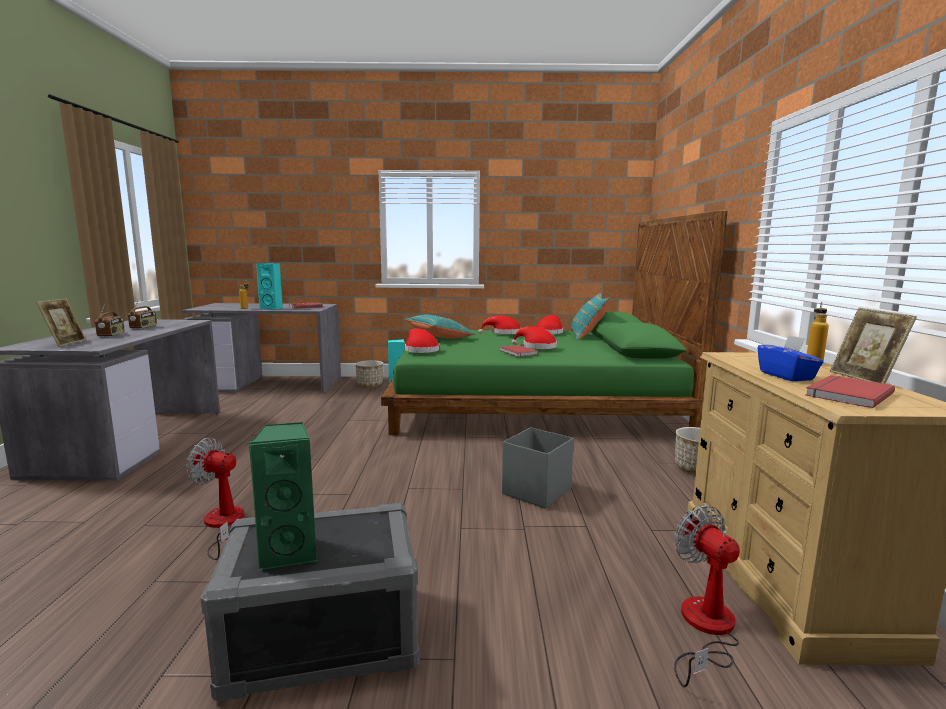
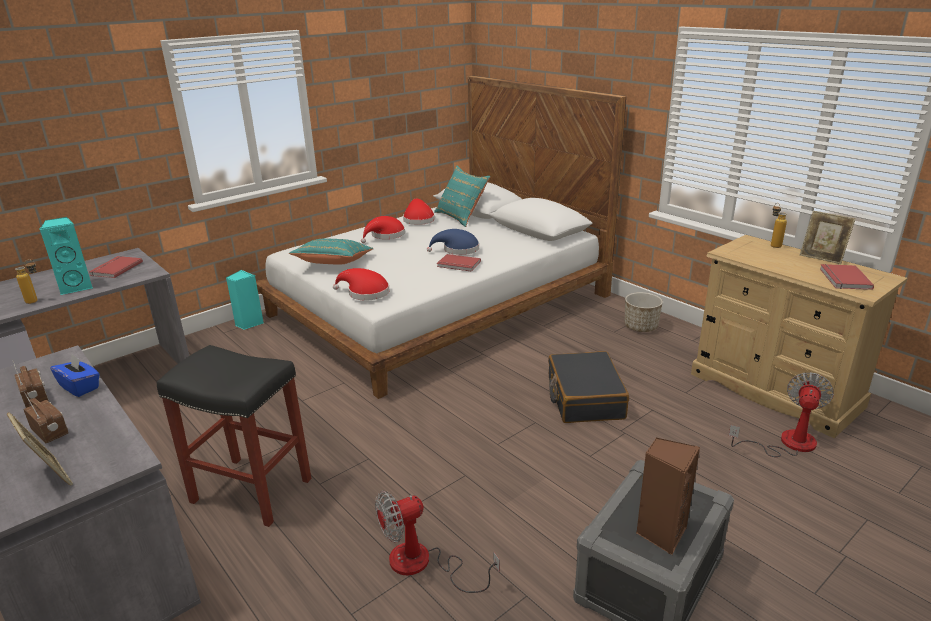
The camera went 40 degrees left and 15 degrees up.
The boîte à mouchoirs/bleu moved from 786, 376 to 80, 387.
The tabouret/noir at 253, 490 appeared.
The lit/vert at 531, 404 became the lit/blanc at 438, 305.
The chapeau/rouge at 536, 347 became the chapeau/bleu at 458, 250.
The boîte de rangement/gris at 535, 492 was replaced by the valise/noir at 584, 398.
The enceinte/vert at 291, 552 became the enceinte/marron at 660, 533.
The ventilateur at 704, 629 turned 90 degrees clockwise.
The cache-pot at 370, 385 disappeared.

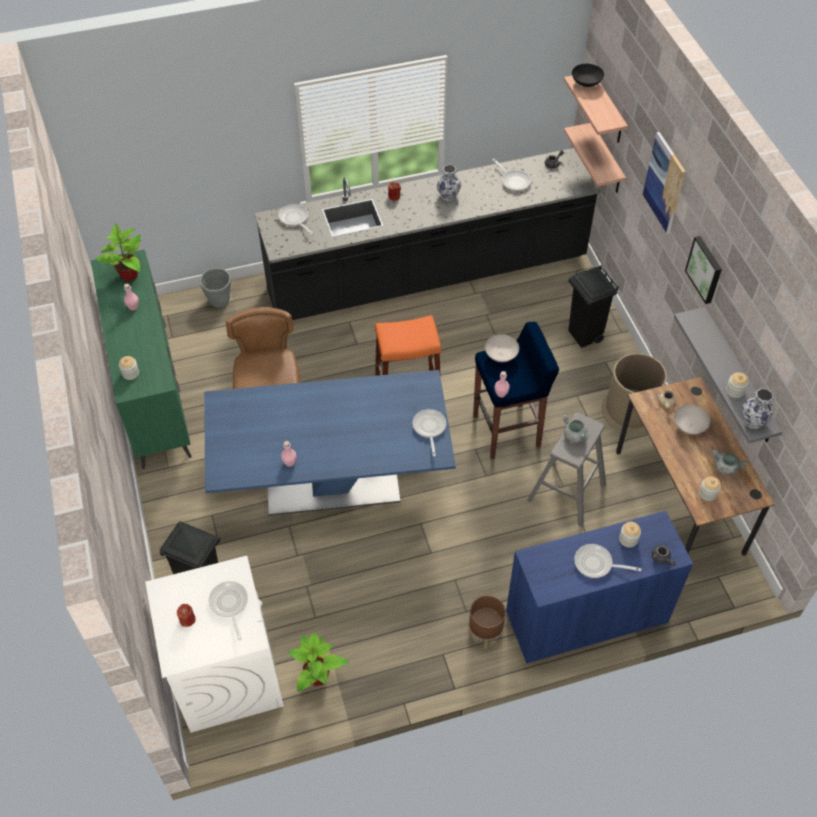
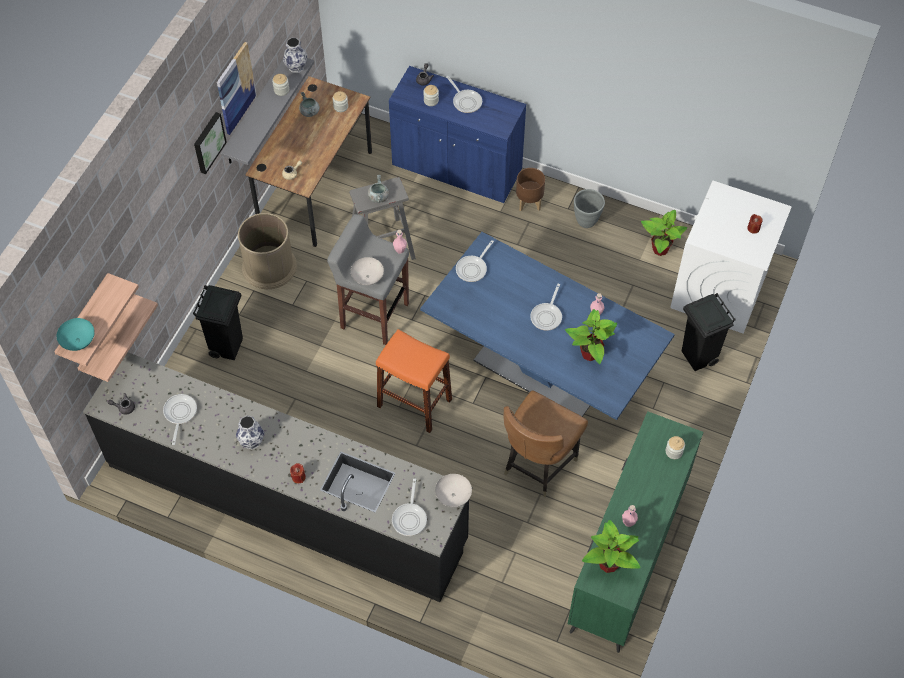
The camera went 140 degrees left and 5 degrees up.
The bol/noir at 586, 83 became the bol/turquoise at 78, 341.
The tableau moved from 664, 183 to 235, 88.
The tabouret/bleu at 507, 431 became the tabouret/gris at 373, 315.
The bol/blanc moved from 689, 426 to 453, 496.
The poêle moved from 229, 605 to 547, 316.
The plante en pot at 589, 353 appeared.
The cache-pot/gris moved from 219, 301 to 586, 221.

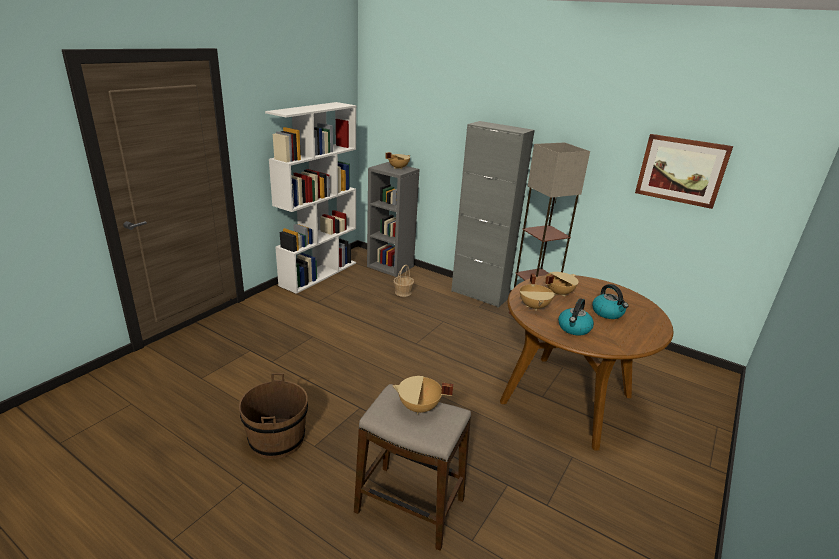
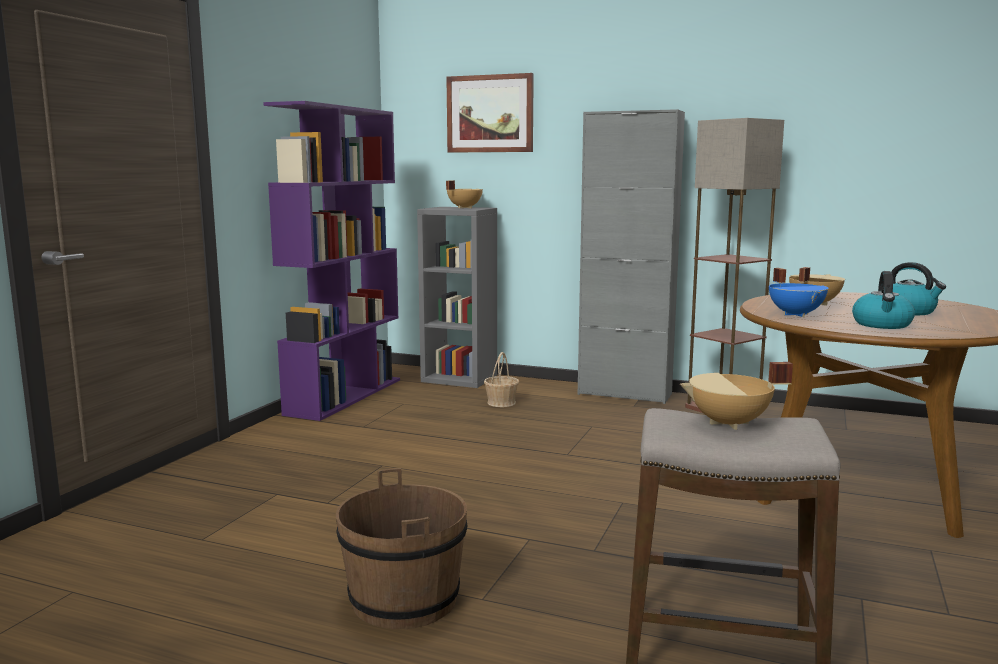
The camera went 10 degrees left and 15 degrees down.
The bibliothèque/blanc at 319, 273 became the bibliothèque/violet at 345, 396.
The tableau moved from 681, 170 to 490, 114.
The marmite/beige at 534, 306 became the marmite/bleu at 796, 314.

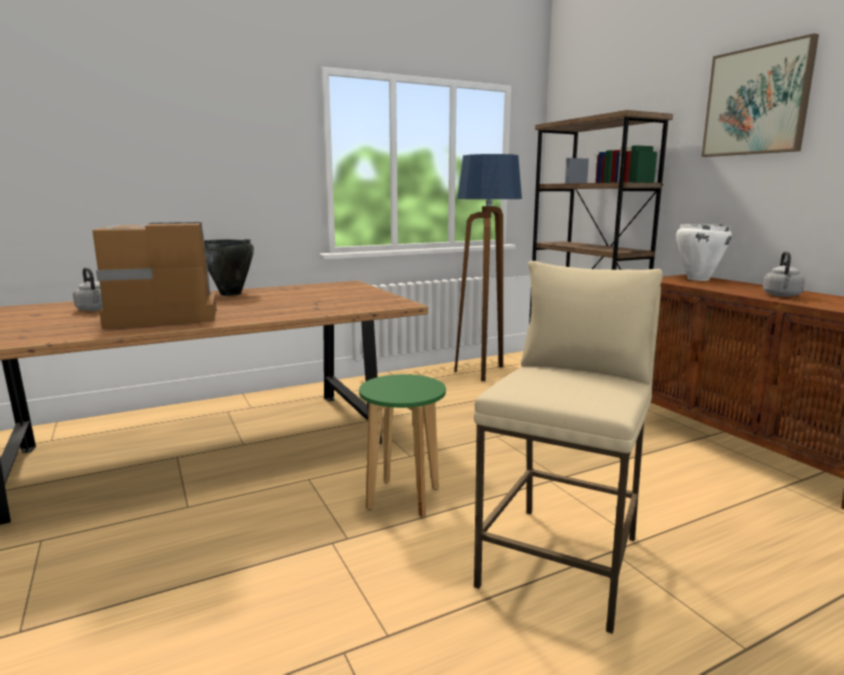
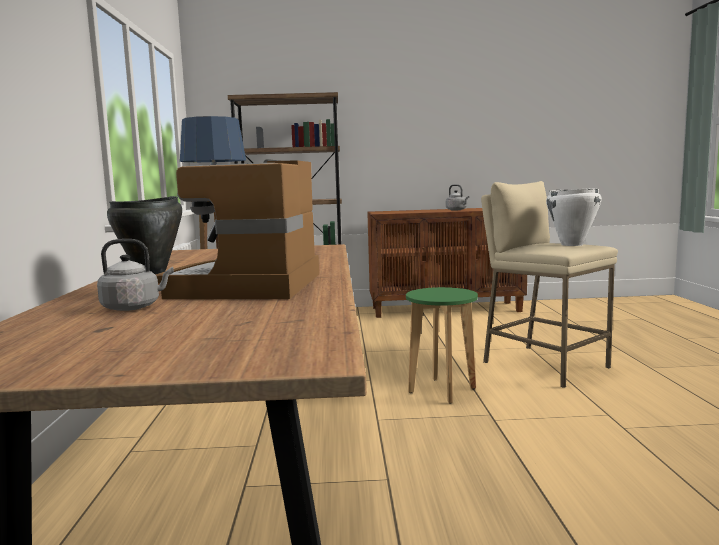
The camera went 65 degrees left and 5 degrees down.
The marmite/blanc moved from 697, 279 to 571, 244.
The tableau at 757, 101 disappeared.

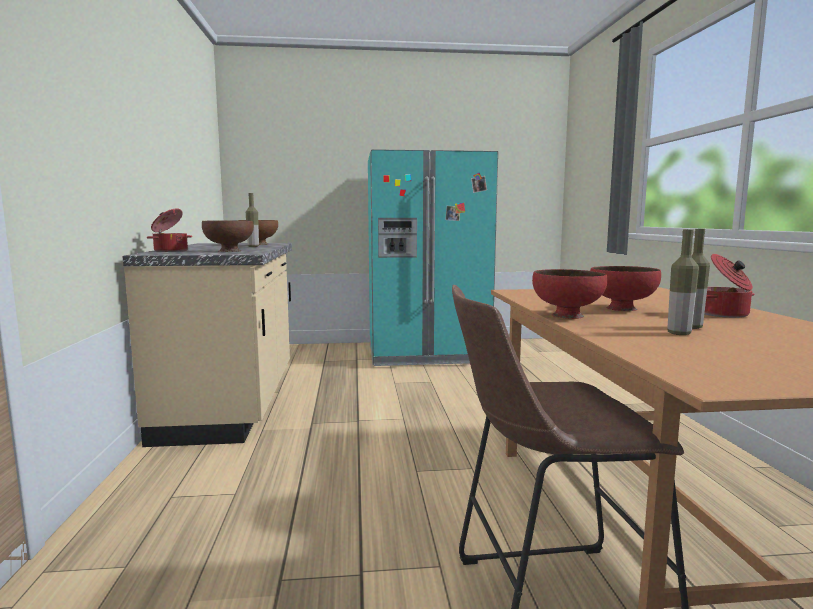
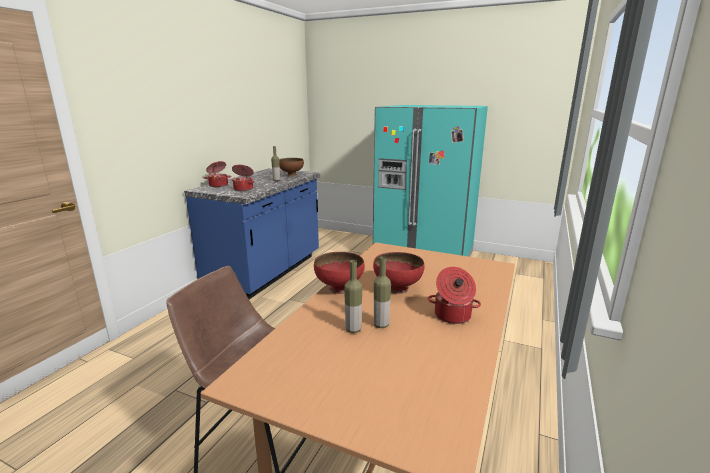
The camera went 30 degrees right and 10 degrees up.
The comptoir de cuisine/beige at 233, 403 became the comptoir de cuisine/bleu at 266, 273.
The bol/marron at 229, 251 was replaced by the marmite at 244, 189.

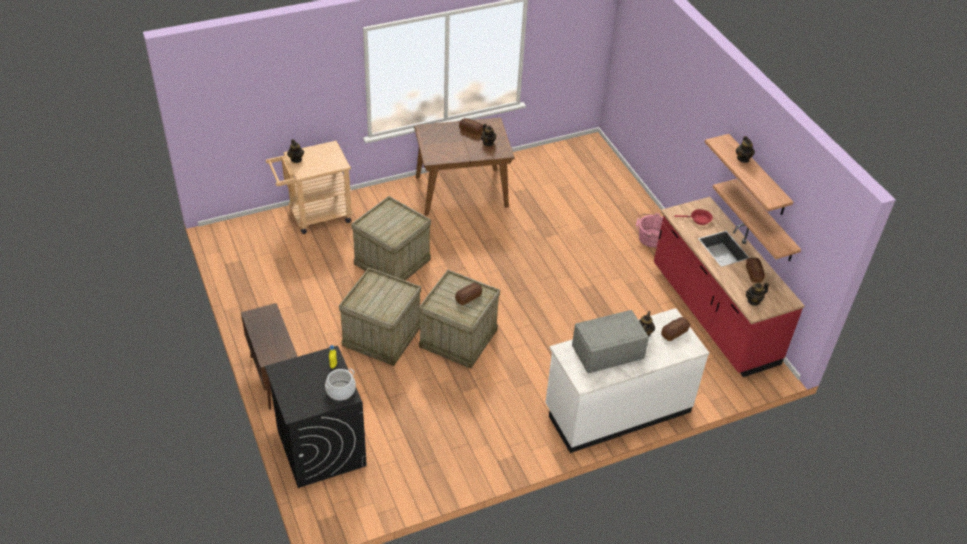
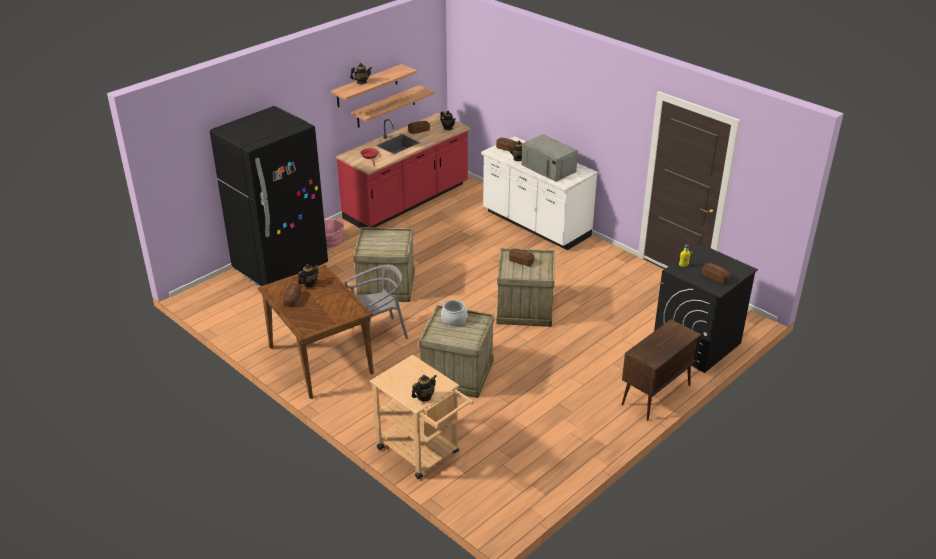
The camera went 110 degrees left and 10 degrees down.
The réfrigérateur/noir at 280, 267 appeared.
The chaise/gris at 378, 335 appeared.
The caisse moved from 380, 336 to 387, 286.
The marmite moved from 340, 390 to 454, 319.
The pain at 715, 277 appeared.

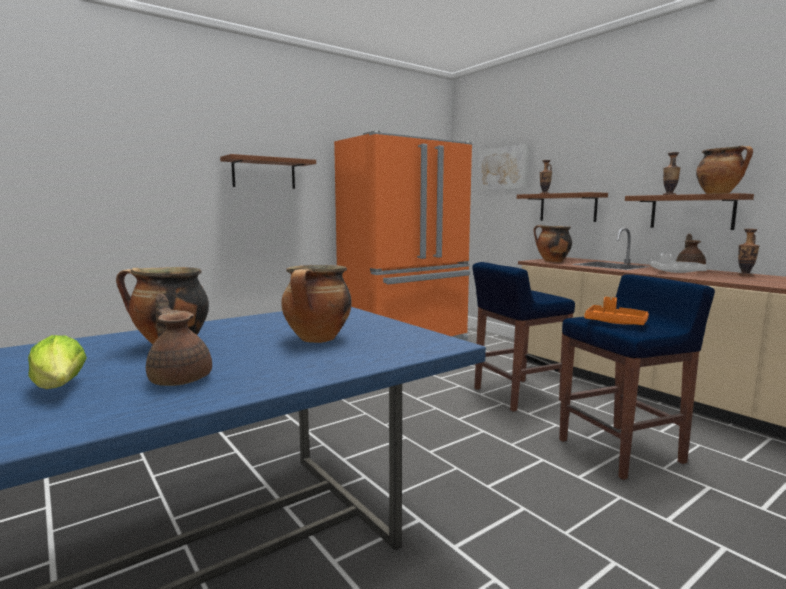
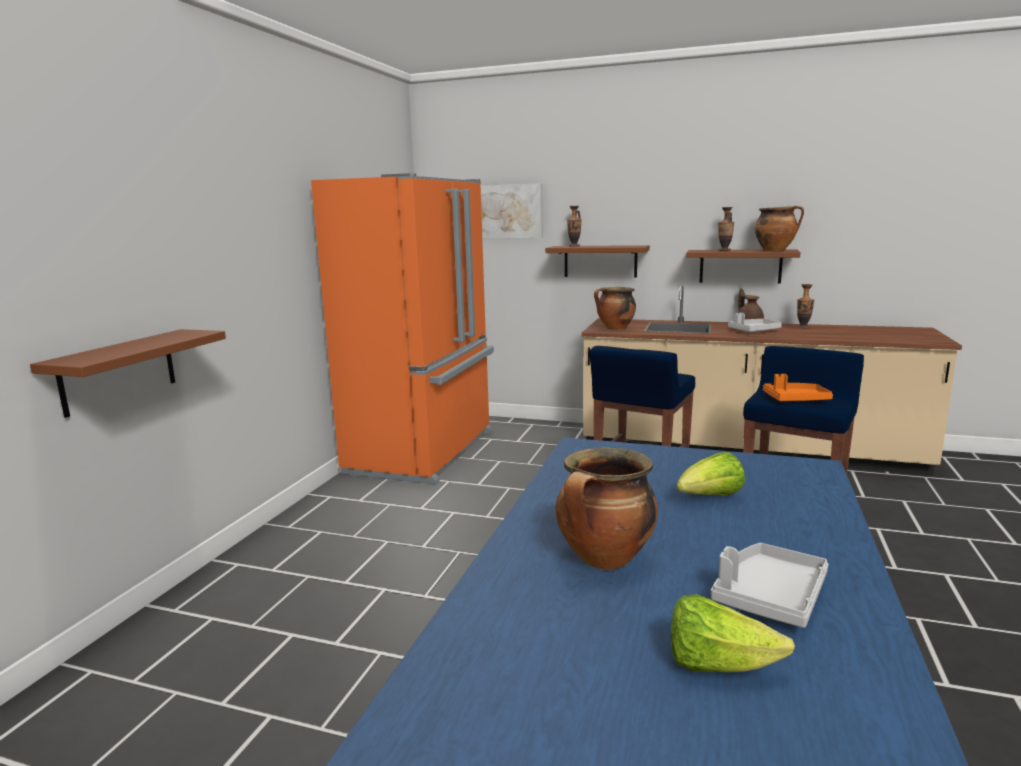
The camera went 35 degrees left and 5 degrees up.
The étagère/marron moved from 264, 173 to 119, 371.
The marmite at 317, 339 was replaced by the laitue at 710, 497.
The théière/marron at 180, 379 was replaced by the plateau/gris at 769, 596.

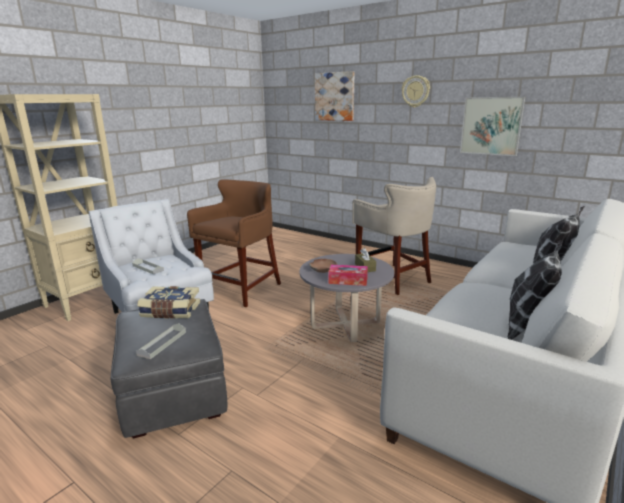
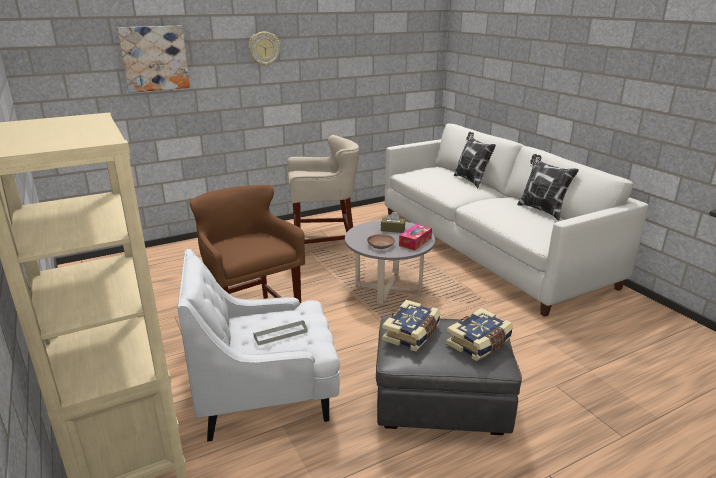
The camera went 65 degrees left and 5 degrees up.
The plateau/gris at 162, 343 was replaced by the livre at 479, 343.
The tableau at 491, 126 disappeared.

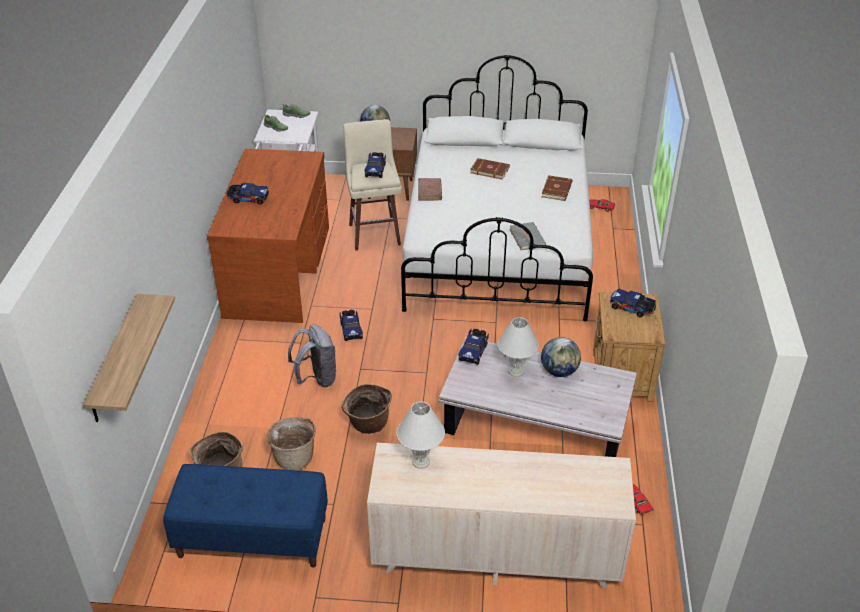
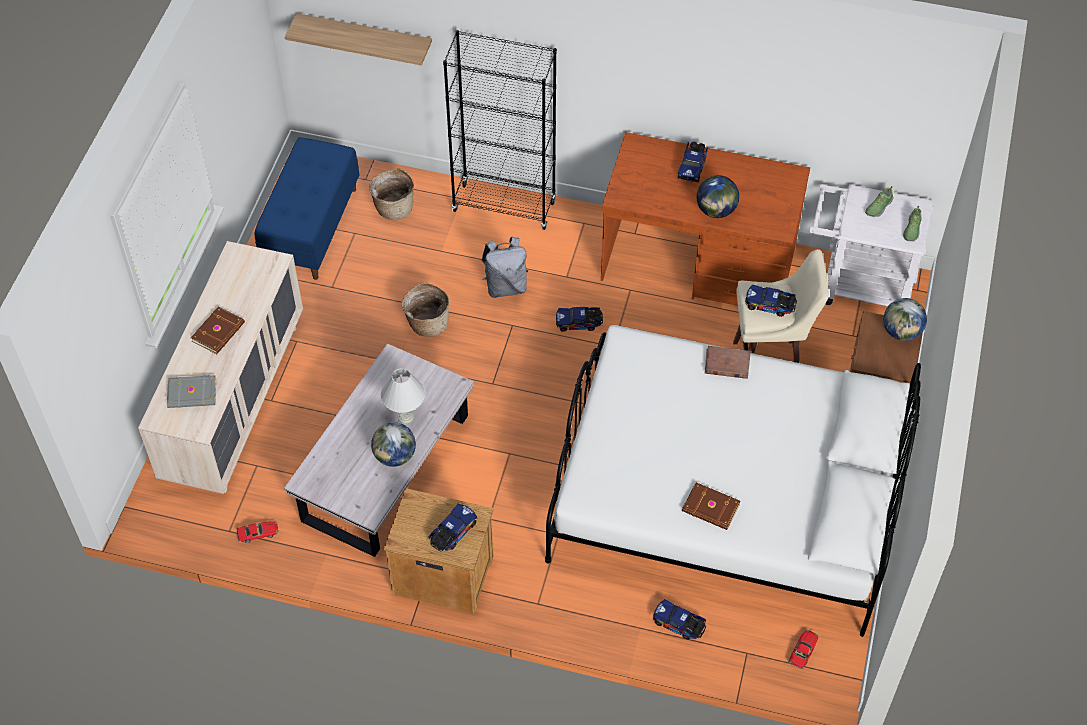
The camera went 100 degrees right and 15 degrees up.
The livre/gris moved from 528, 237 to 192, 394.
The livre/marron moved from 489, 170 to 219, 332.
The bibliothèque/noir at 504, 206 appeared.
The camion jouet moved from 474, 351 to 679, 625.
The globe at 716, 210 appeared.
The panier at 294, 456 disappeared.
The lampe de table/blanc at 421, 462 disappeared.

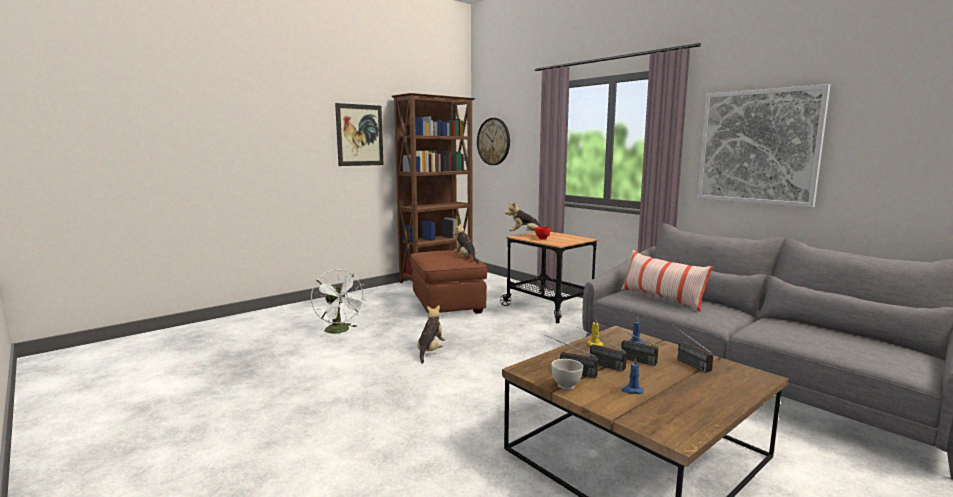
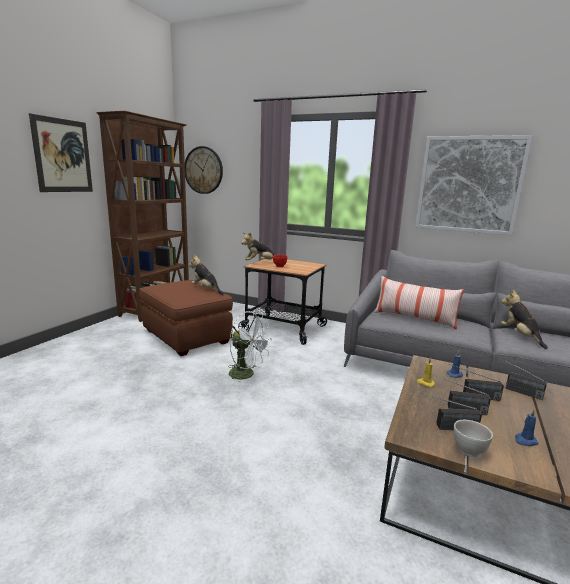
The camera went 25 degrees left and 5 degrees up.
The ventilateur/blanc moved from 340, 331 to 247, 375.
The peluche moved from 430, 351 to 520, 336.

